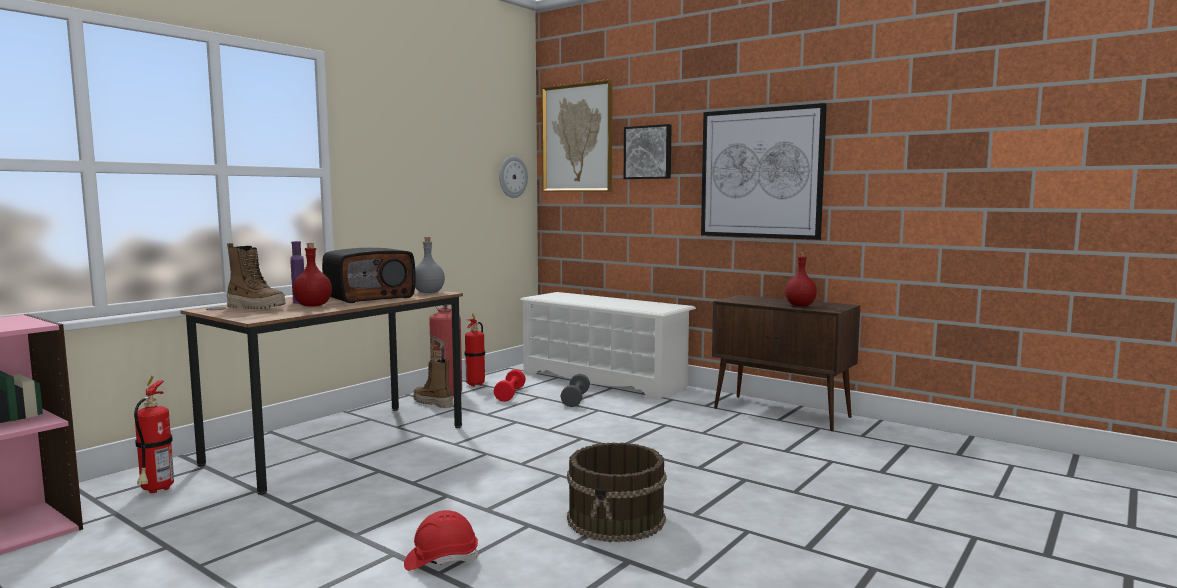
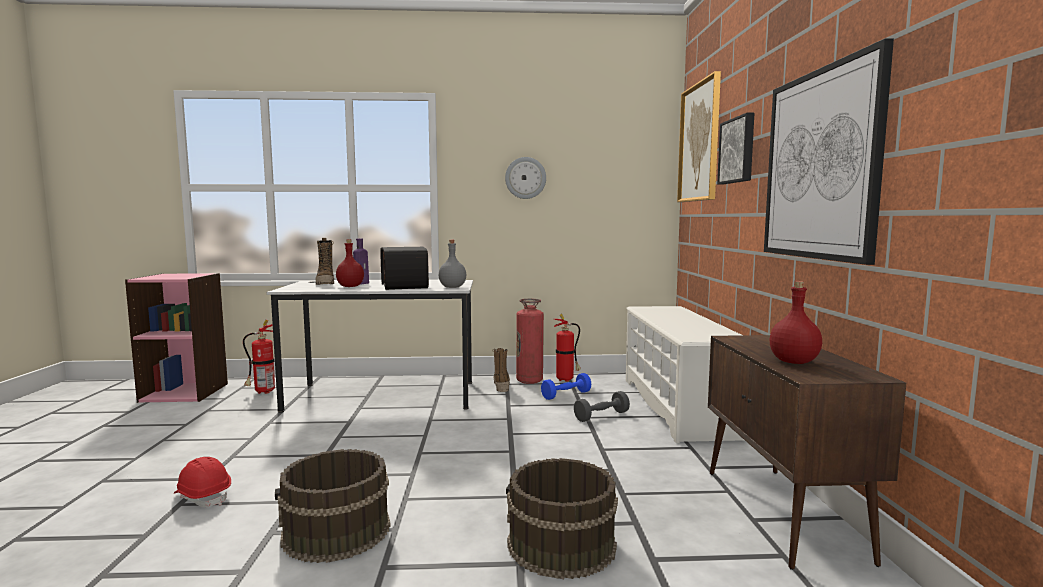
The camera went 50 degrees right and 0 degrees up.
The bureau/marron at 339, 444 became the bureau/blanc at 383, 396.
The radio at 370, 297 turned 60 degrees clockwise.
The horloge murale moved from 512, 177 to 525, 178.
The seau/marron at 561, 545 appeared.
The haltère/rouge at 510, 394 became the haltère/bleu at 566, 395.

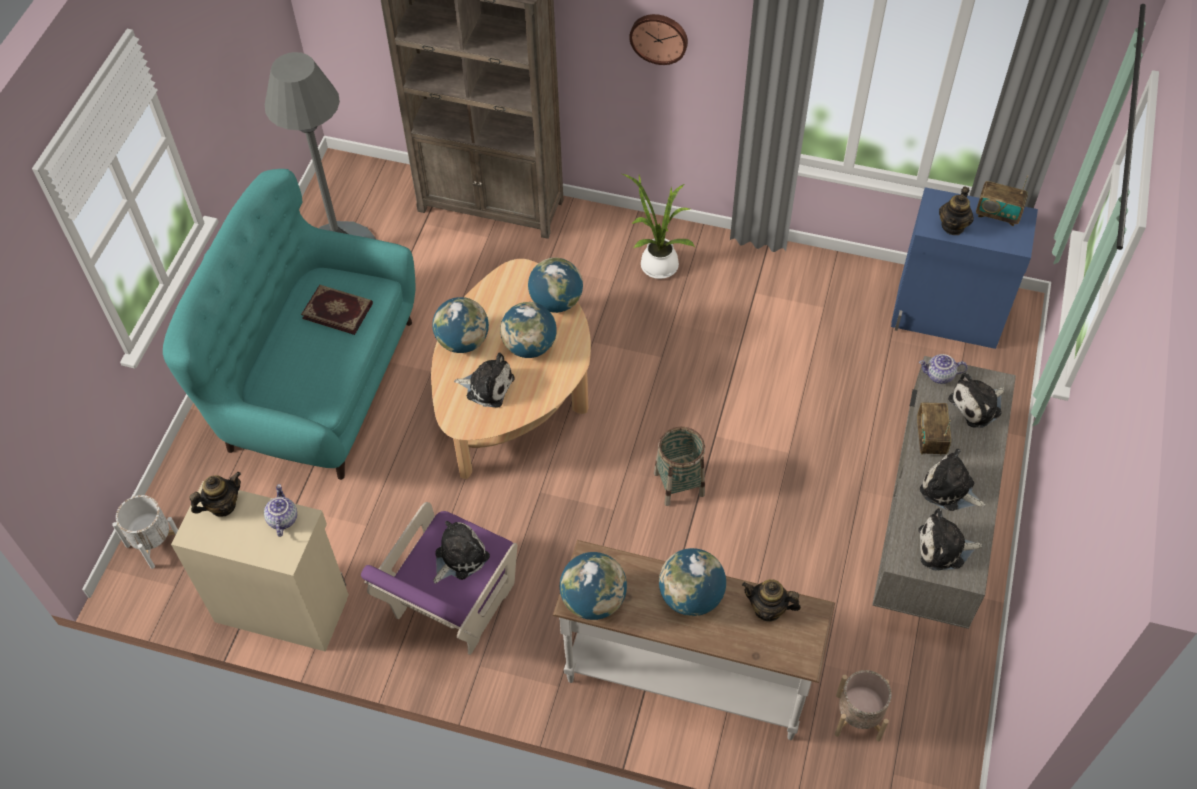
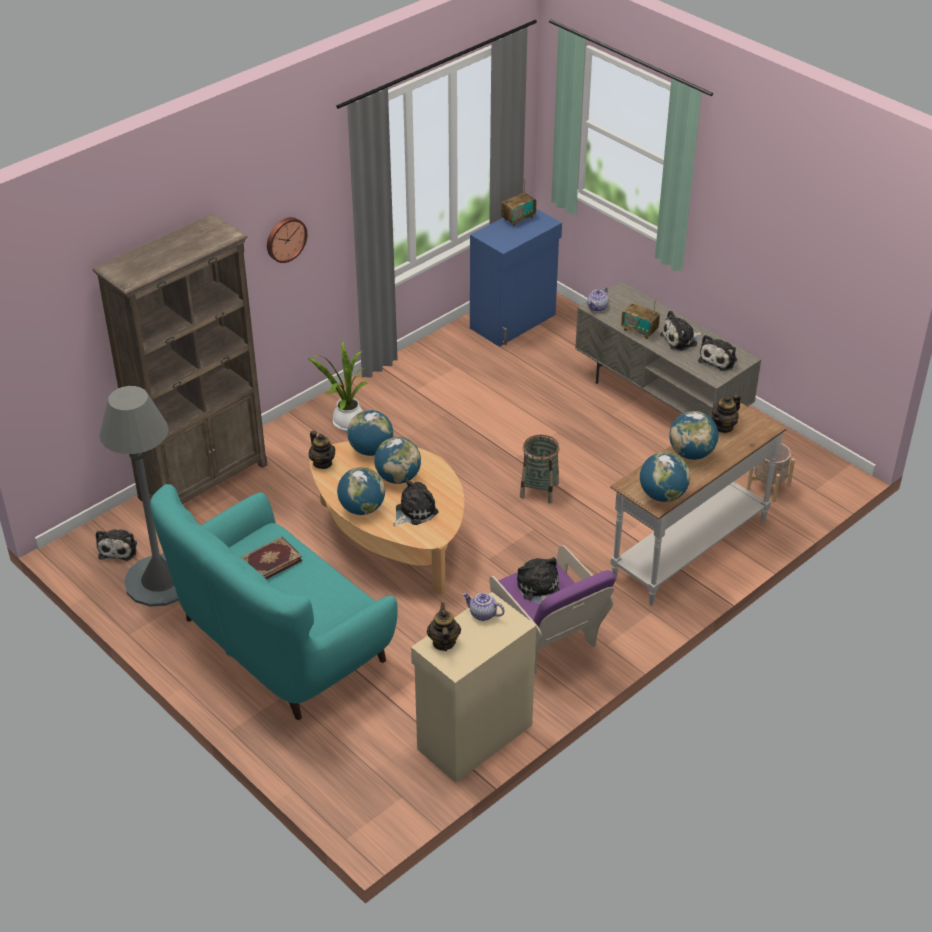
The camera went 60 degrees left and 15 degrees down.
The peluche moved from 978, 405 to 119, 548.
The théière moved from 953, 226 to 322, 463.
The cache-pot/blanc at 154, 543 disappeared.

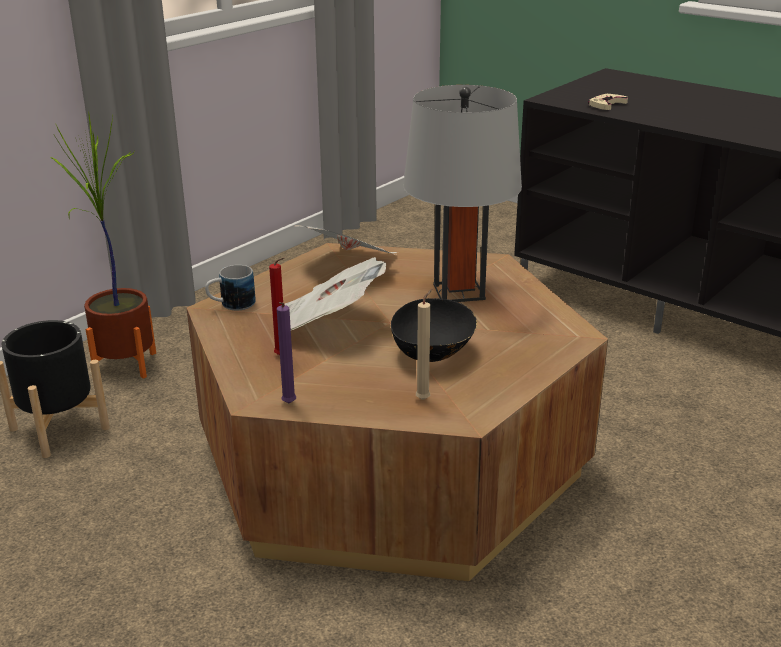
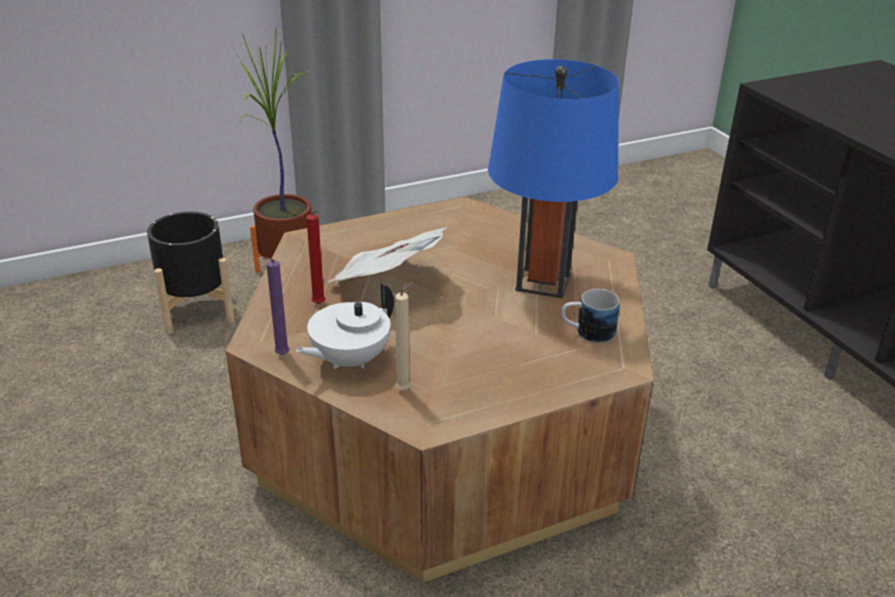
The camera went 25 degrees right and 5 degrees up.
The théière/blanc at 349, 360 appeared.
The lampe de table/gris at 459, 292 became the lampe de table/bleu at 543, 282.
The mug moved from 231, 305 to 587, 332.
The journal at 351, 266 disappeared.
The bol/noir at 433, 353 disappeared.
The manette/beige at 606, 105 disappeared.

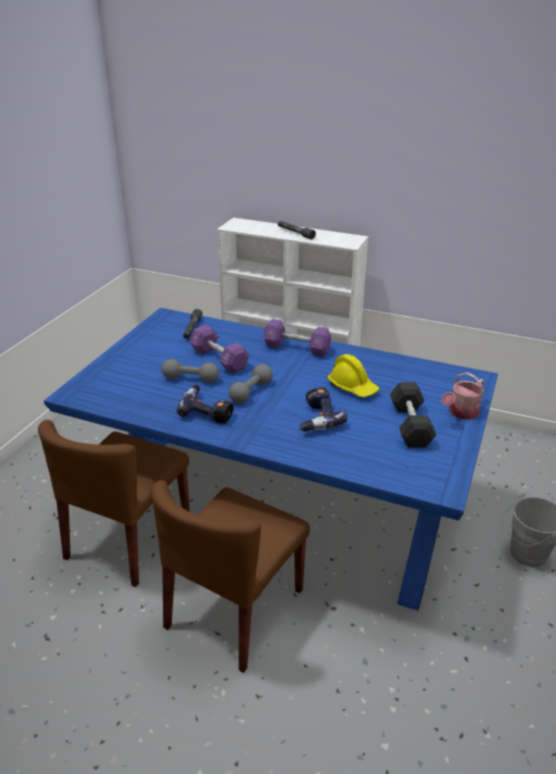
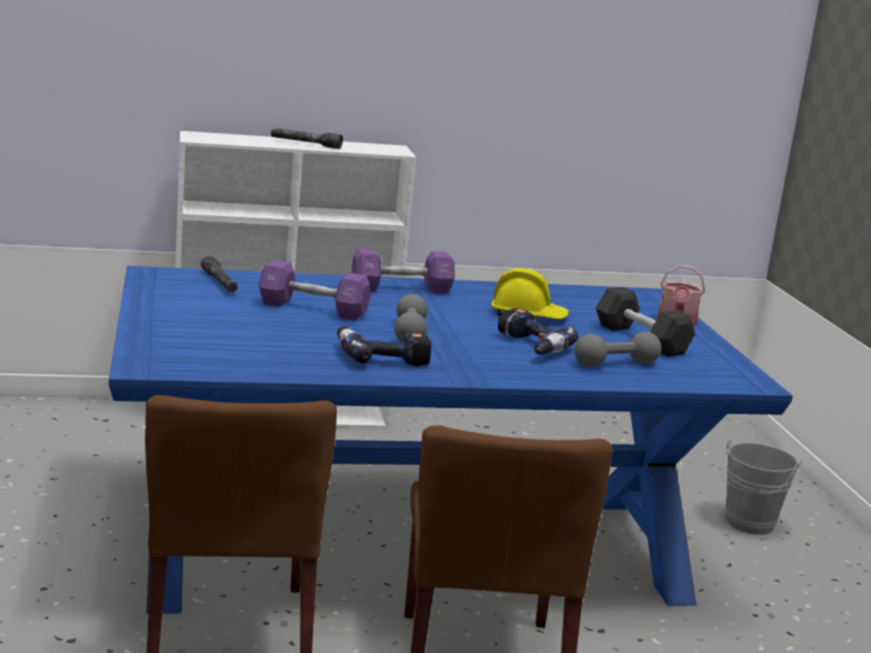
The camera went 35 degrees left and 15 degrees down.
The haltère/gris moved from 190, 379 to 615, 364.

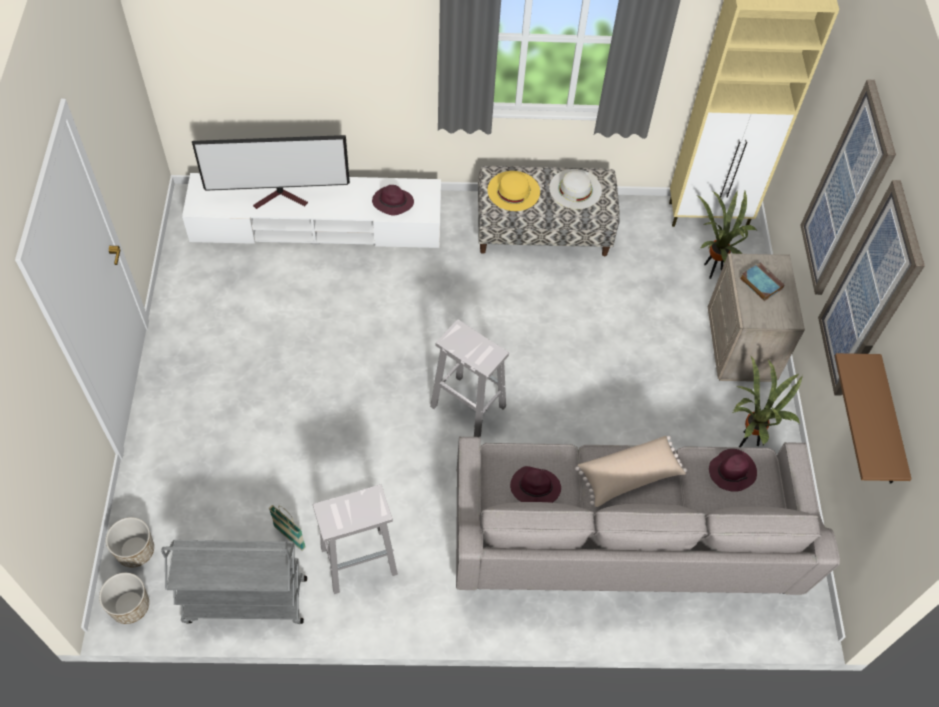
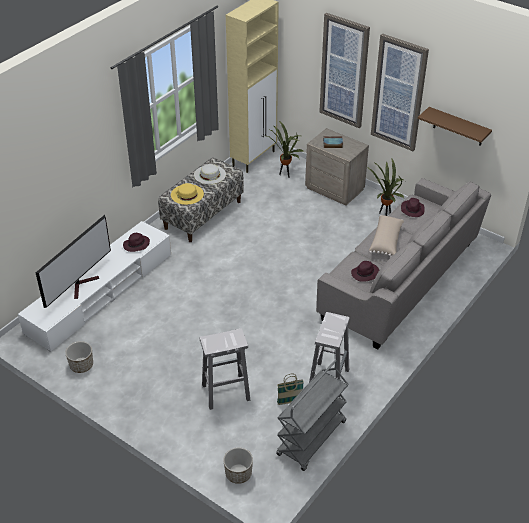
The camera went 50 degrees left and 15 degrees down.
The cache-pot moved from 130, 606 to 81, 365.
The tabouret/blanc moved from 467, 406 to 225, 393.

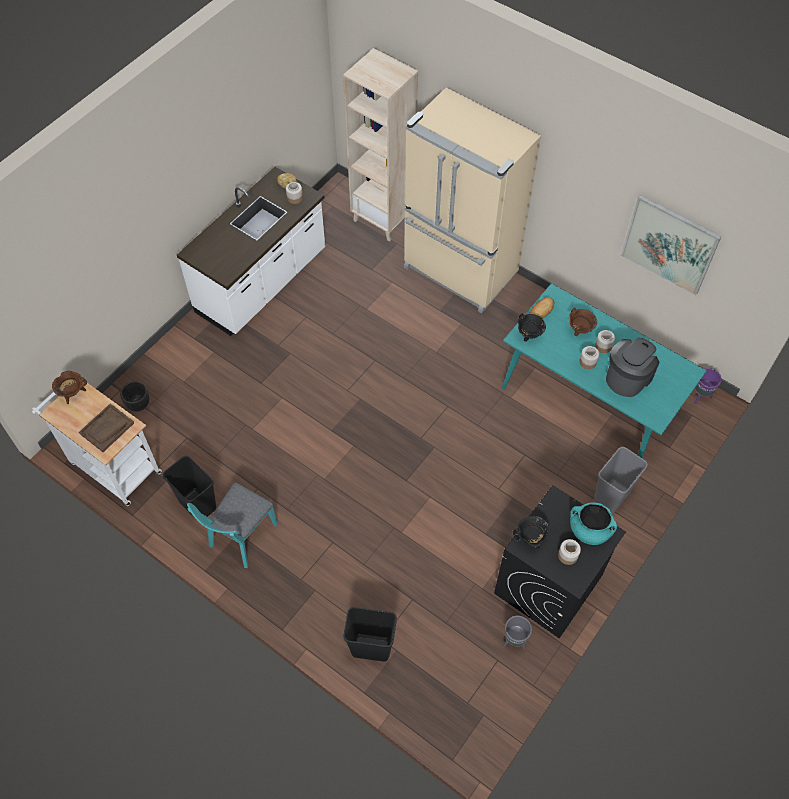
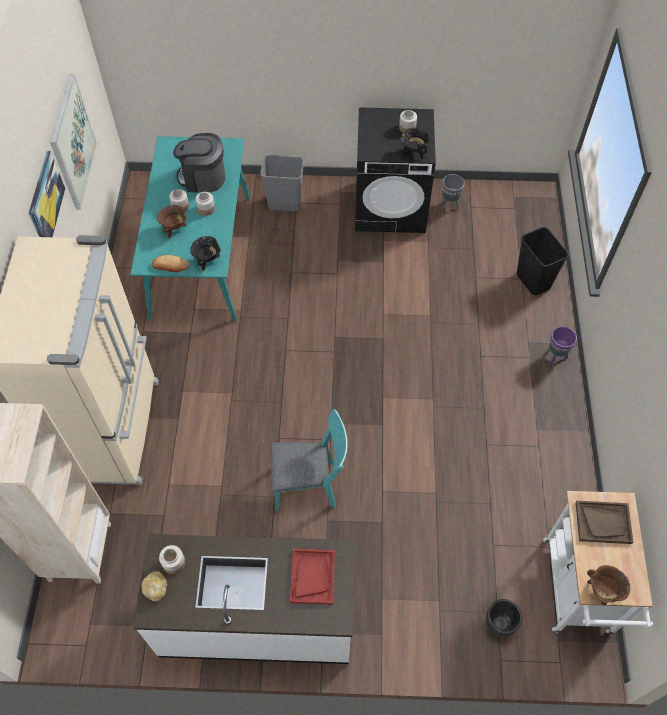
The camera went 125 degrees left and 0 degrees up.
The tableau at 45, 200 appeared.
The chaise/turquoise moved from 240, 539 to 310, 485.
The plateau/rouge at 312, 576 appeared.
The cache-pot/violet moved from 700, 396 to 555, 357.
The poubelle/noir at 197, 505 disappeared.
The marmite/turquoise at 589, 530 disappeared.

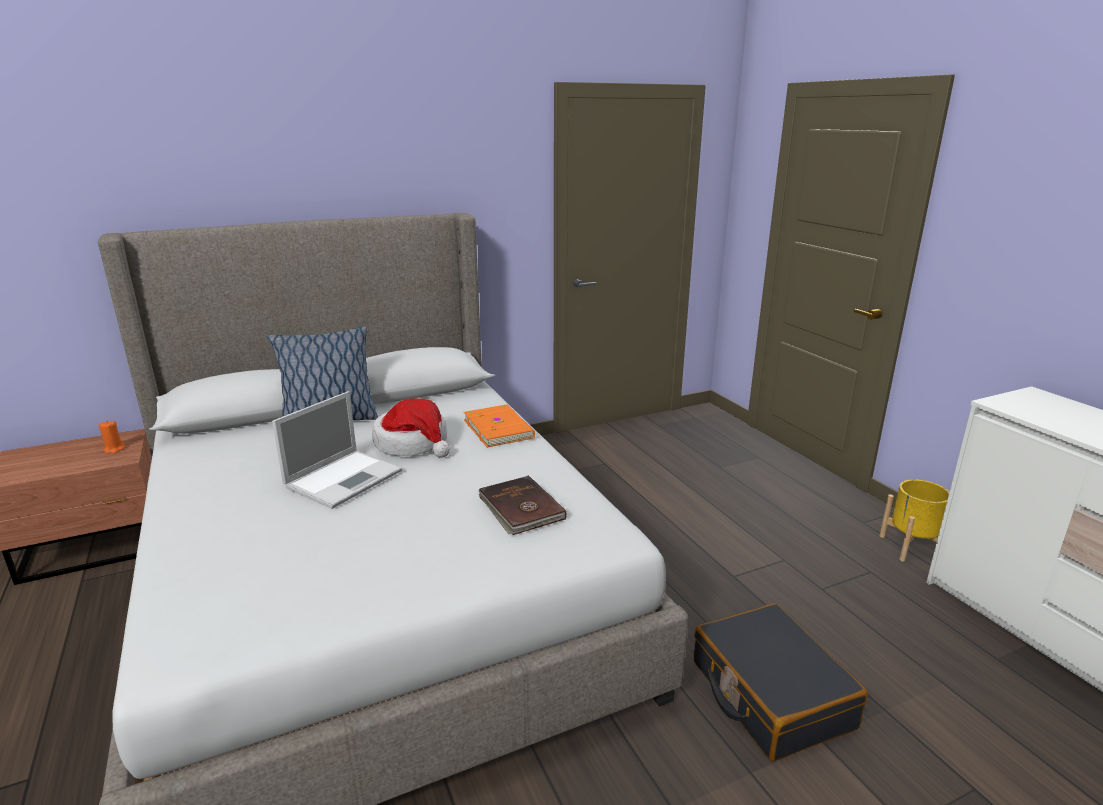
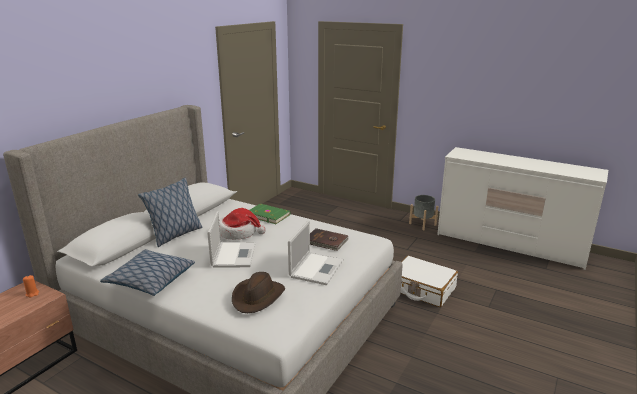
The camera went 35 degrees left and 0 degrees up.
The coussin at 150, 280 appeared.
The chapeau/marron at 258, 297 appeared.
The livre/orange at 499, 428 became the livre/vert at 268, 215.
The ordinateur portable at 317, 268 appeared.
The valise/noir at 770, 694 became the valise/blanc at 422, 289.
The cache-pot/jaune at 911, 547 became the cache-pot/gris at 422, 224.

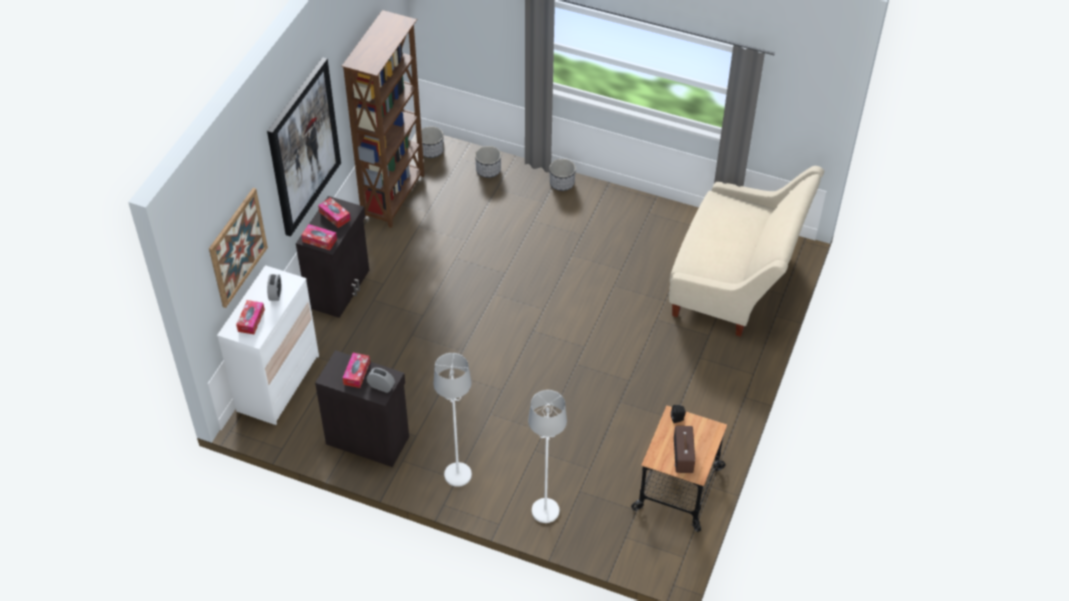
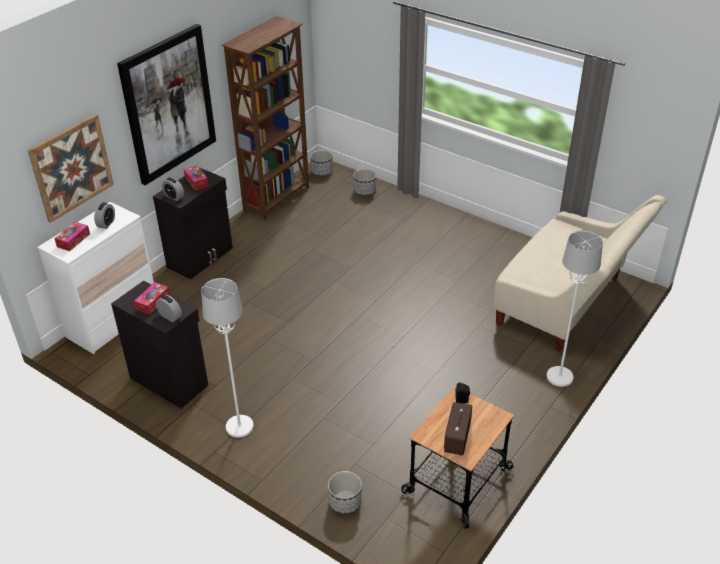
The camera went 15 degrees right and 10 degrees down.
The boîte à mouchoirs at 319, 240 was replaced by the réveil at 174, 197.
The cache-pot moved from 562, 183 to 345, 502.
The lampadaire/blanc moved from 545, 511 to 559, 377.

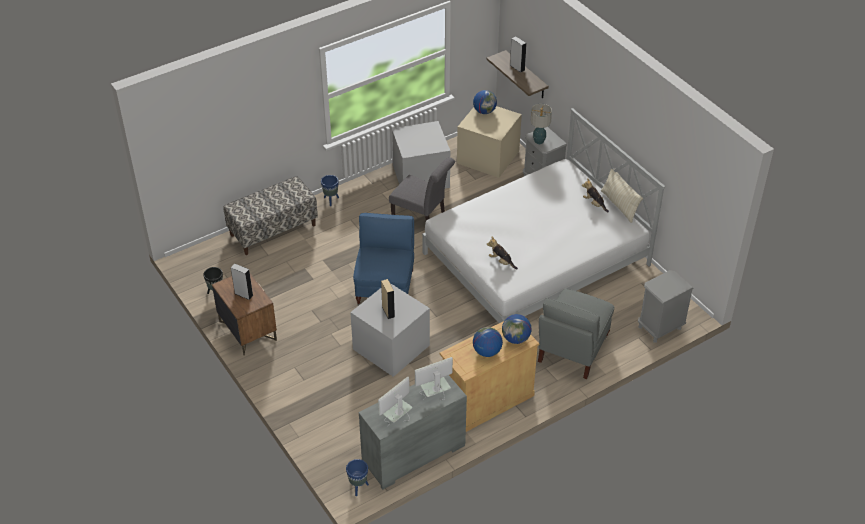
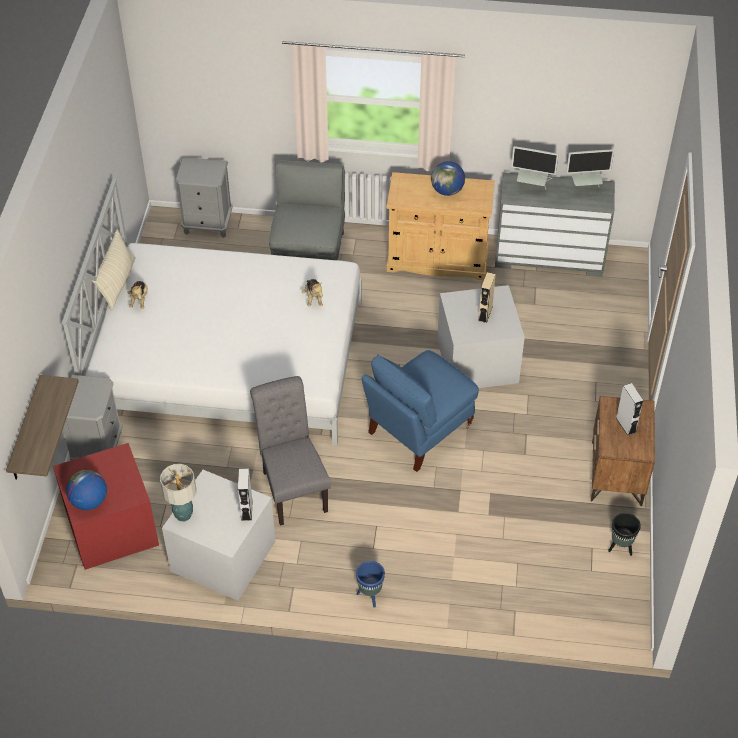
The camera went 140 degrees left and 5 degrees up.
The boîte de rangement/beige at 489, 156 became the boîte de rangement/rouge at 110, 527.
The lampe de table moved from 539, 141 to 183, 515.
The enceinte/gris moved from 517, 67 to 246, 510.
The fauteuil/gris at 572, 350 turned 60 degrees counterclockwise.
The banc at 273, 230 disappeared.
The cache-pot/bleu at 358, 487 disappeared.
The globe at 516, 339 disappeared.

